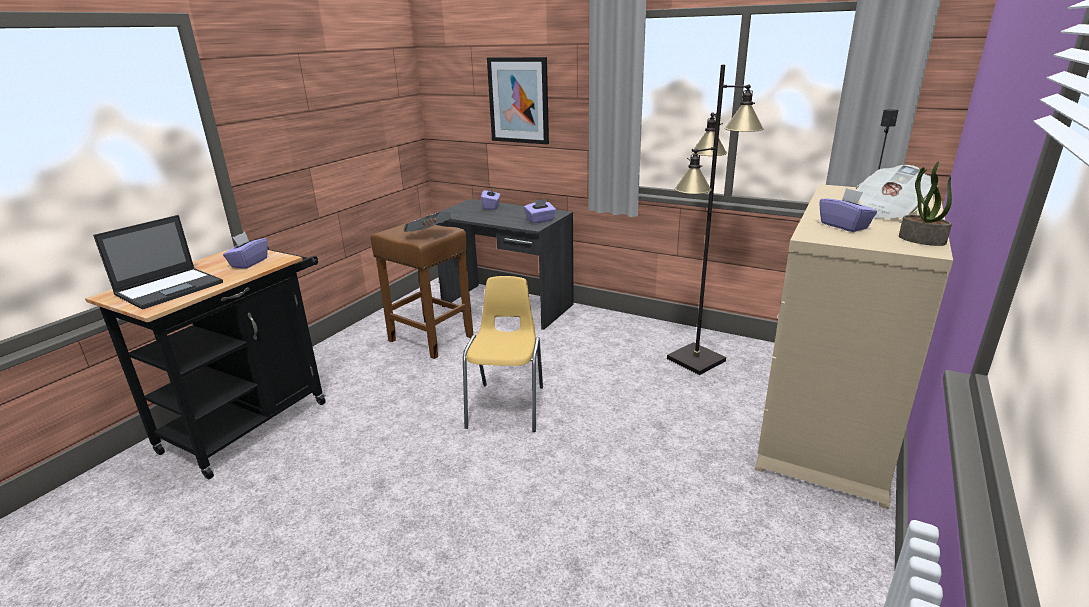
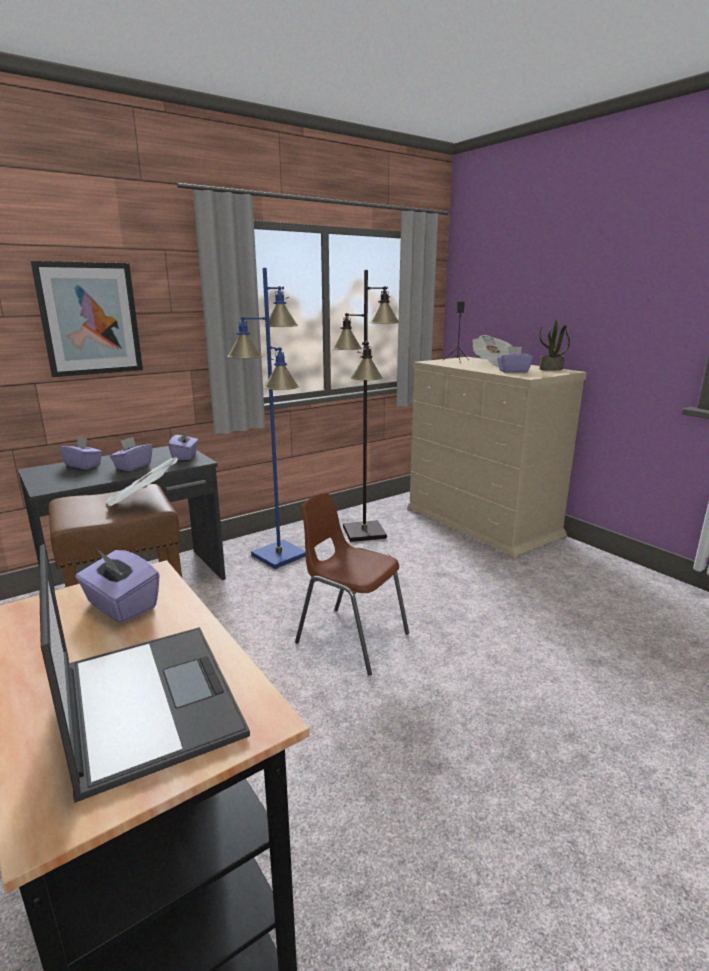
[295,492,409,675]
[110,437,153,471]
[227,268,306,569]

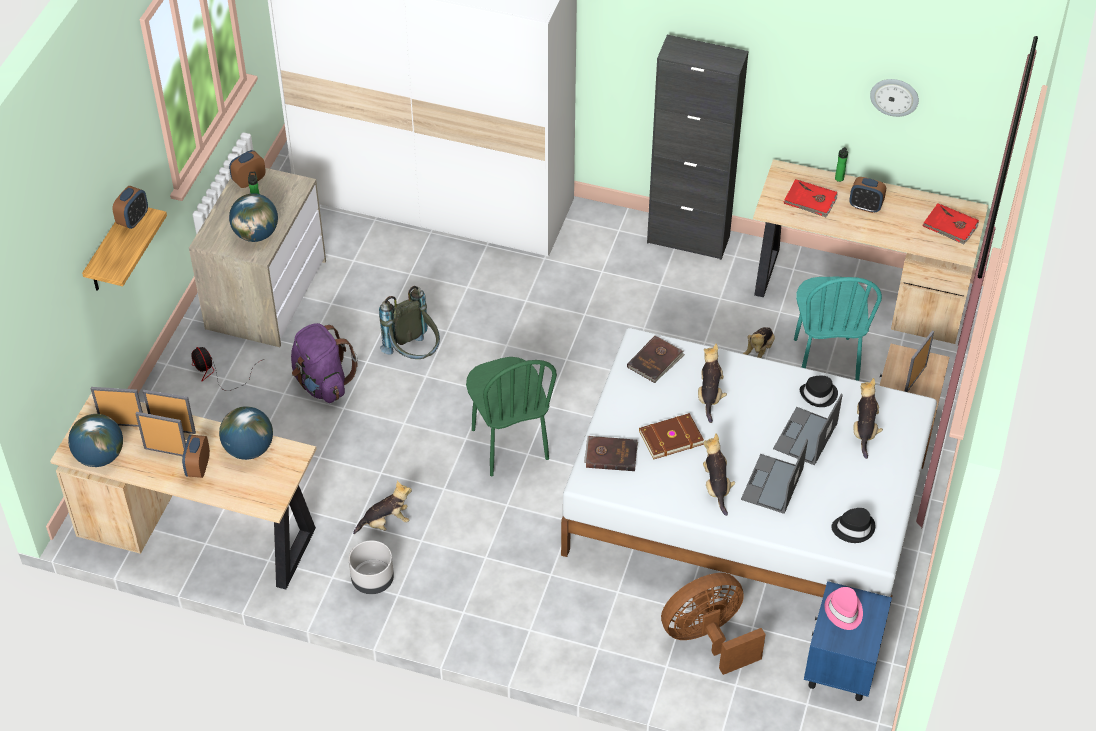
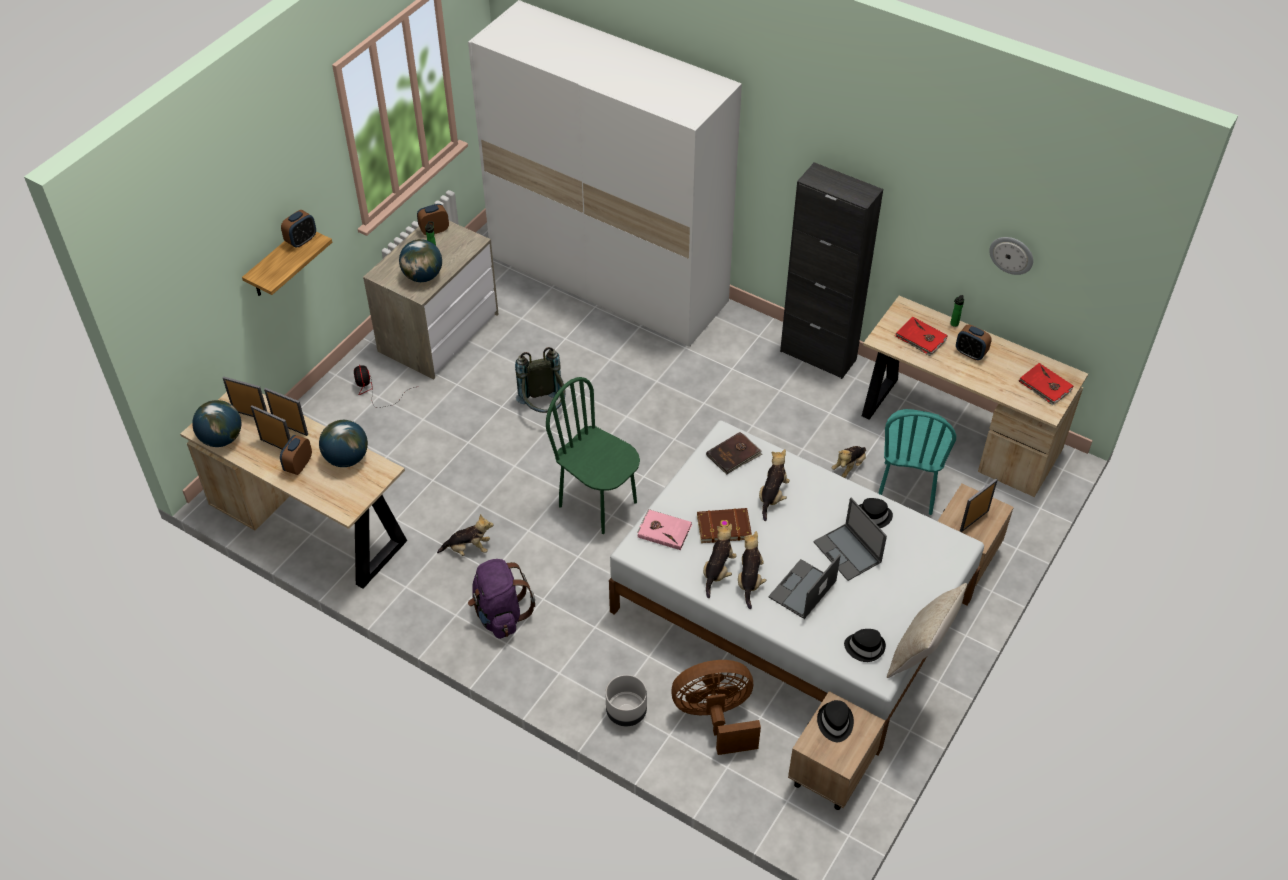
[468,559,535,639]
[605,675,647,726]
[546,377,640,534]
[637,509,693,550]
[813,498,887,581]
[788,691,885,810]
[817,700,854,742]
[703,524,737,598]
[887,583,967,678]

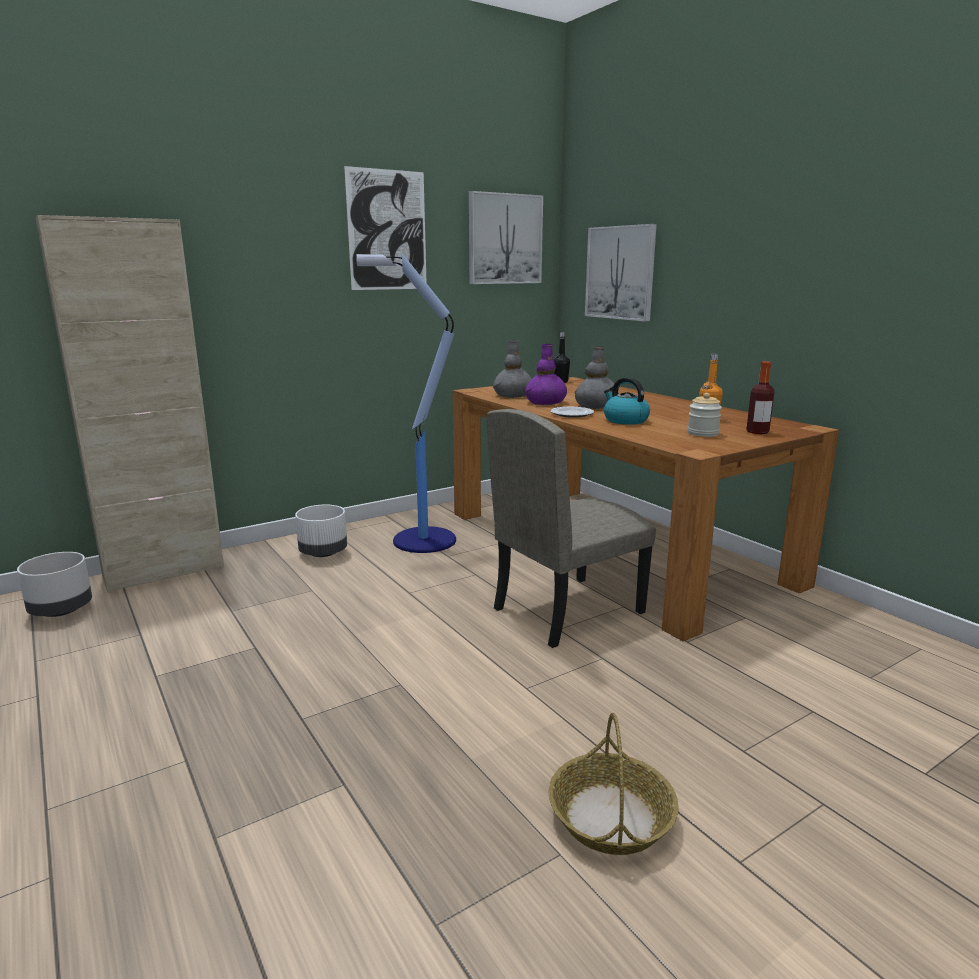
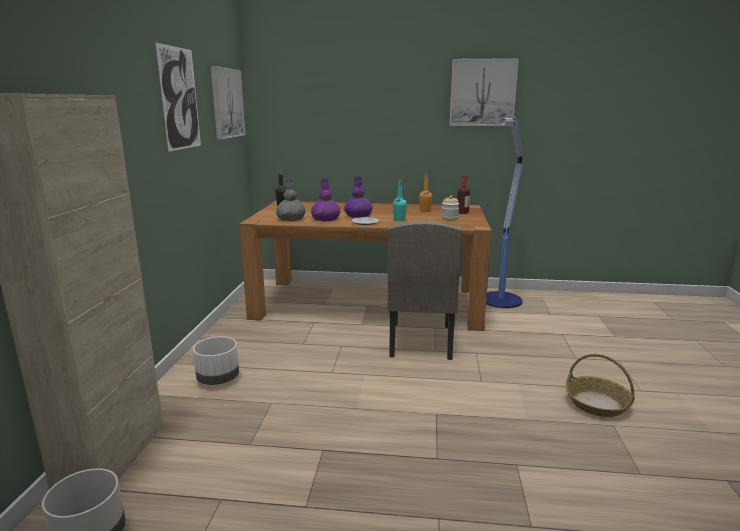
[486,116,523,308]
[344,177,373,218]
[450,58,519,126]
[393,180,407,221]

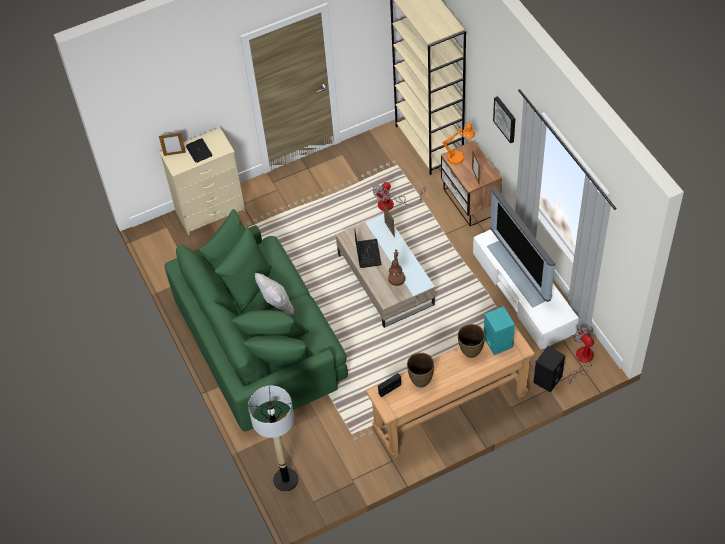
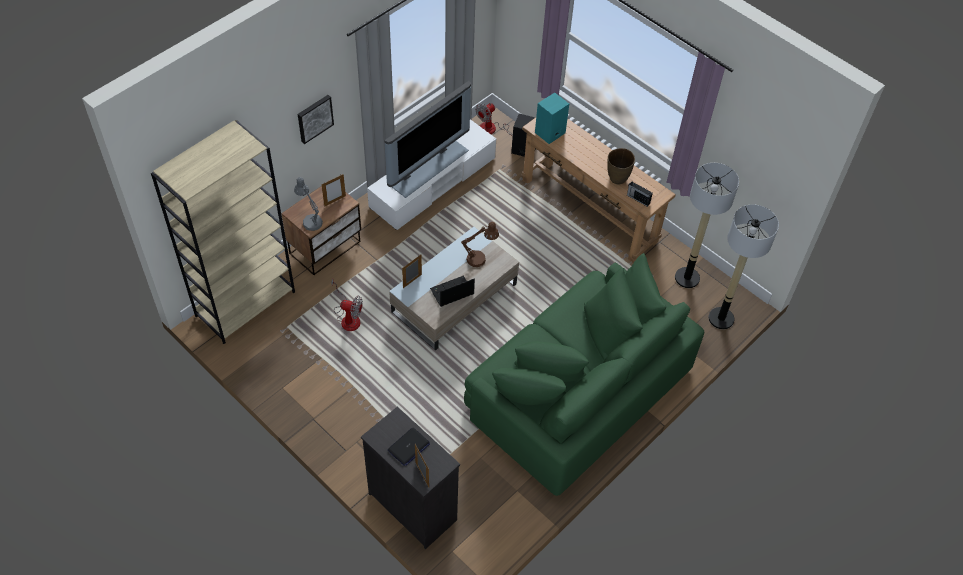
[361,407,460,549]
[255,273,294,315] (first image)
[294,177,323,231]
[458,324,485,358] (first image)
[675,163,739,288]

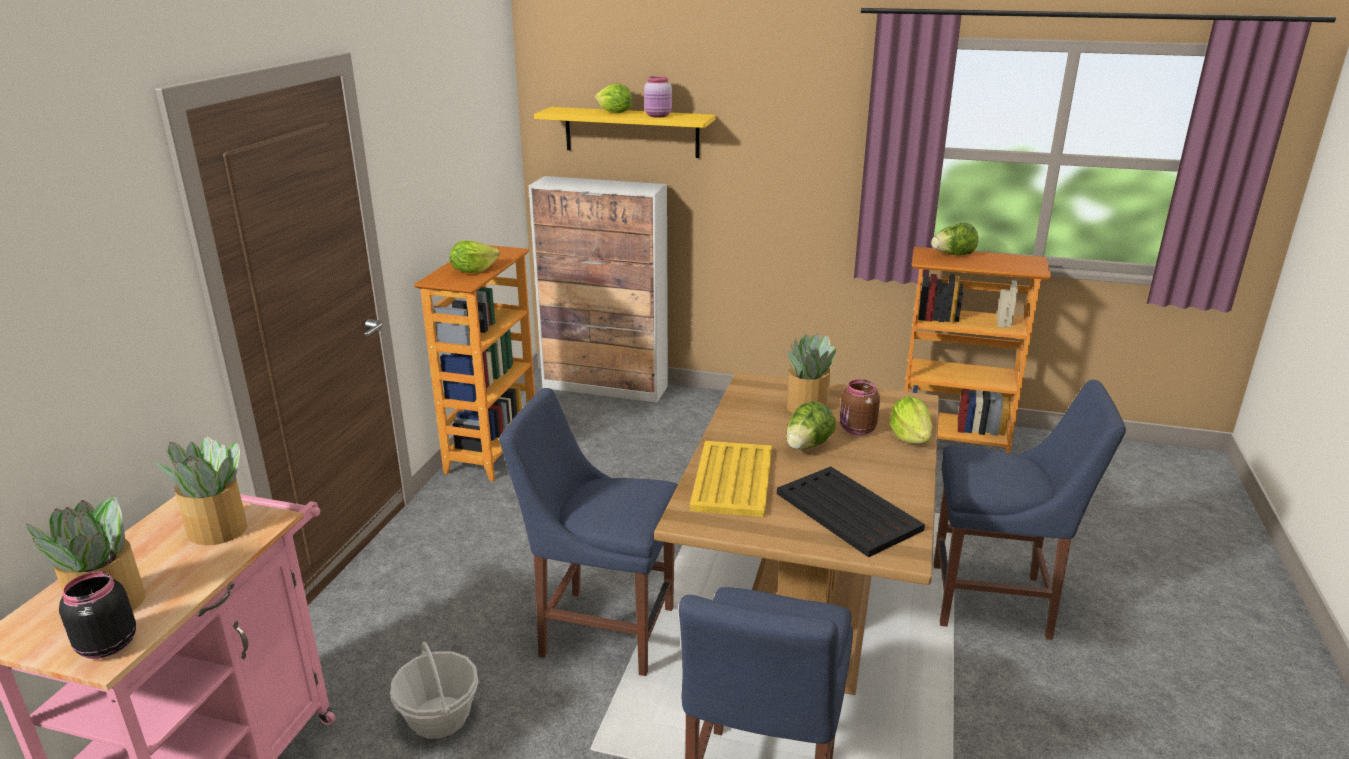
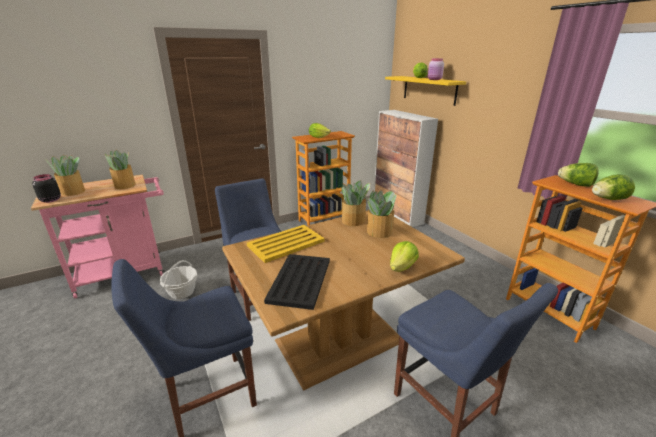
[592,174,635,200]
[840,379,880,435] (first image)
[341,180,370,226]

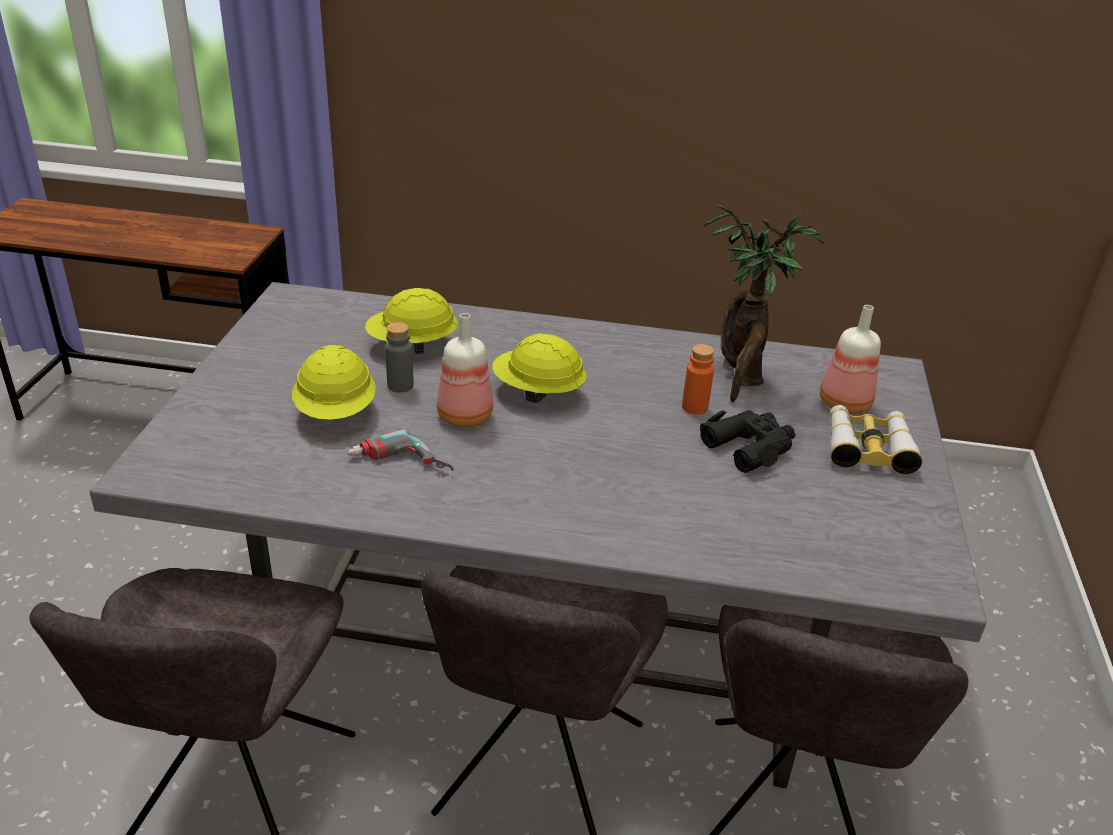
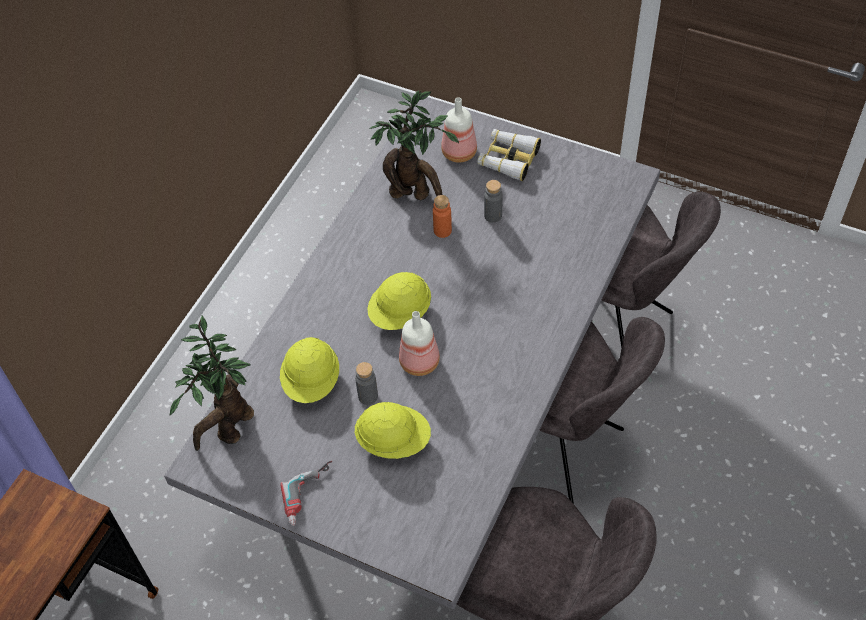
[280,461,333,526]
[484,180,503,223]
[170,316,254,451]

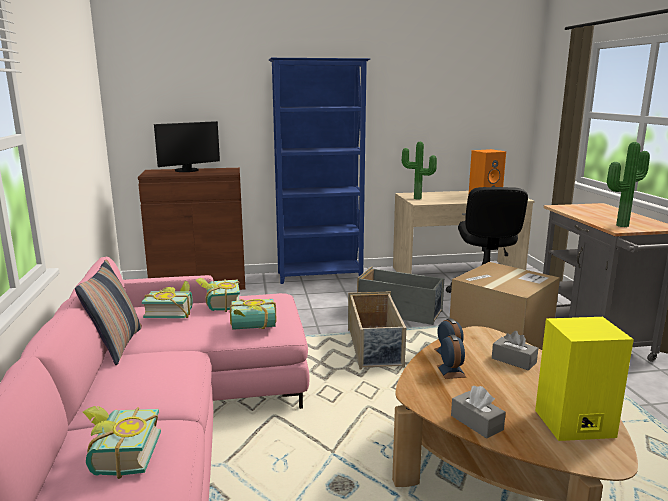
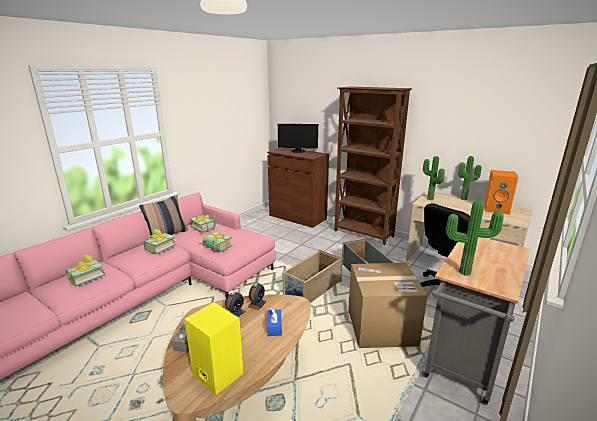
[144,229,176,254]
[334,87,412,245]
[267,308,282,336]
[458,156,482,200]

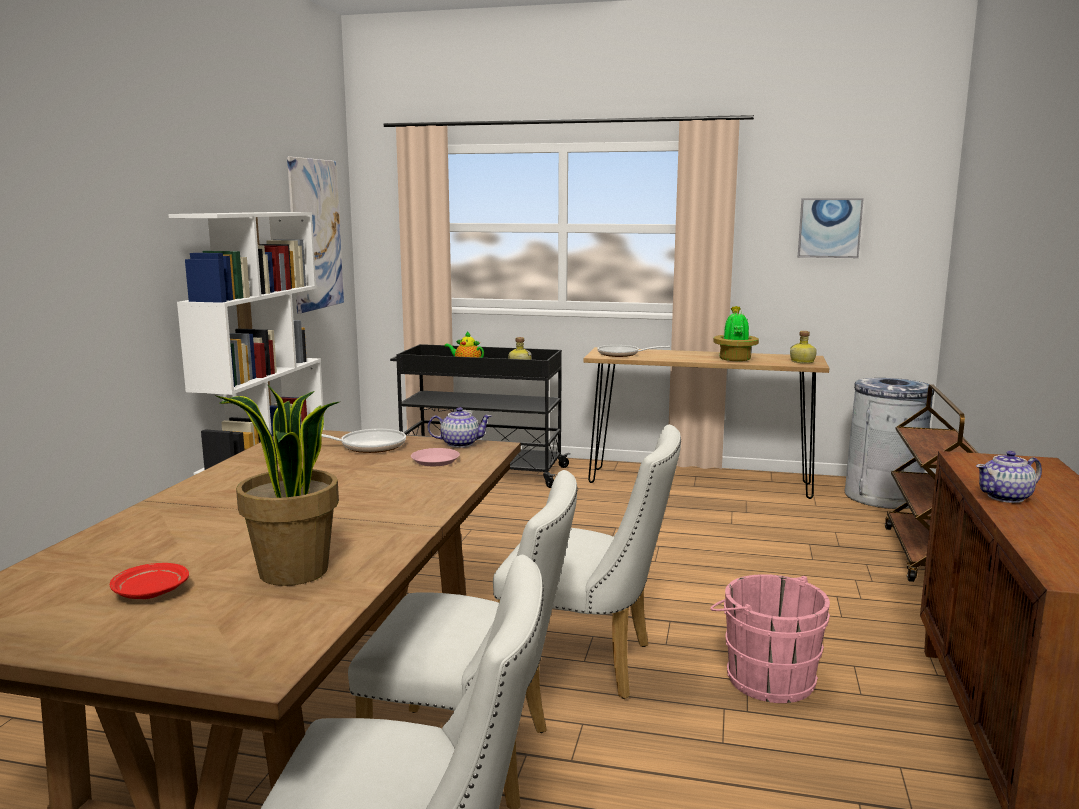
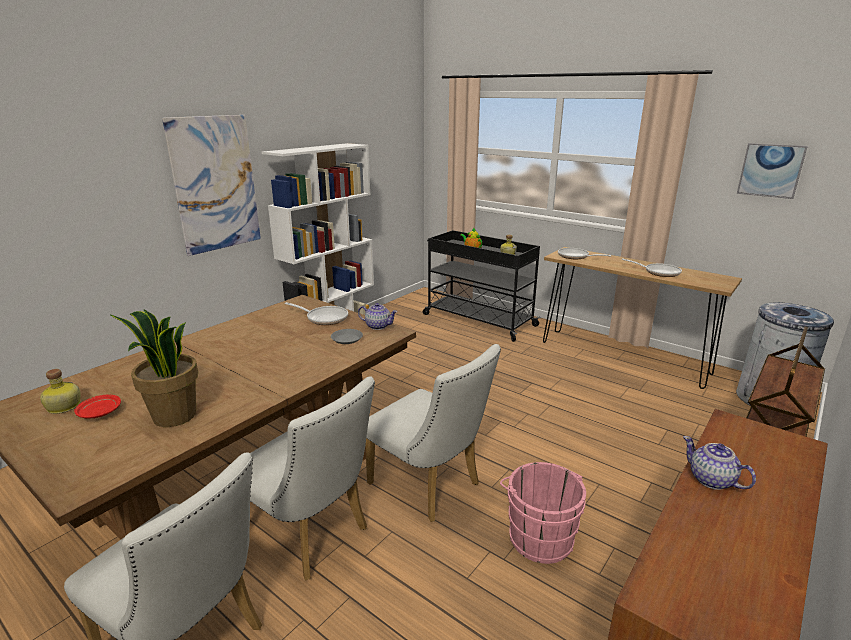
[162,115,261,256]
[331,329,363,344]
[622,258,682,277]
[40,369,81,414]
[683,436,756,490]

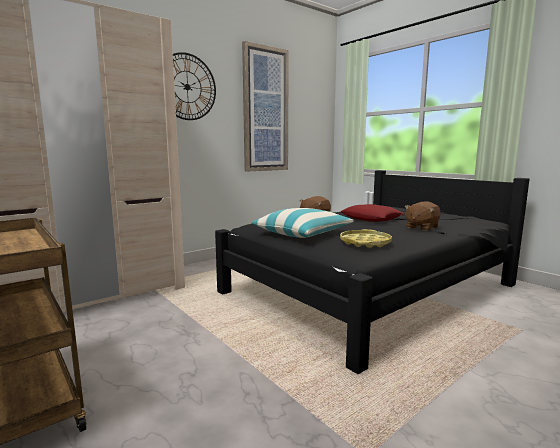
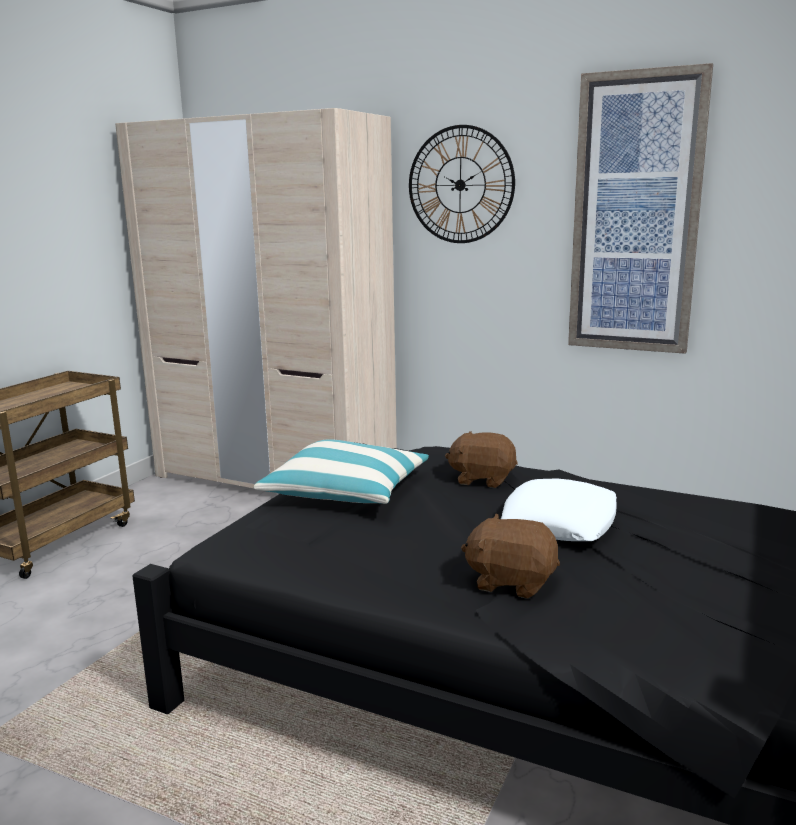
[340,229,392,248] (first image)
[501,478,617,541]

